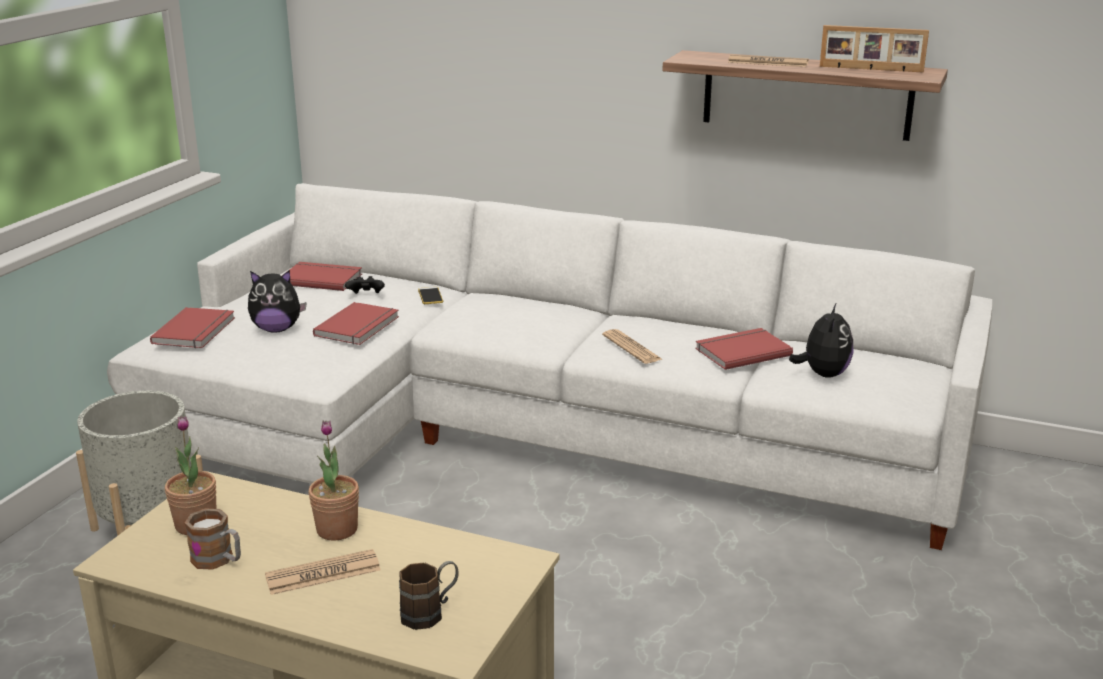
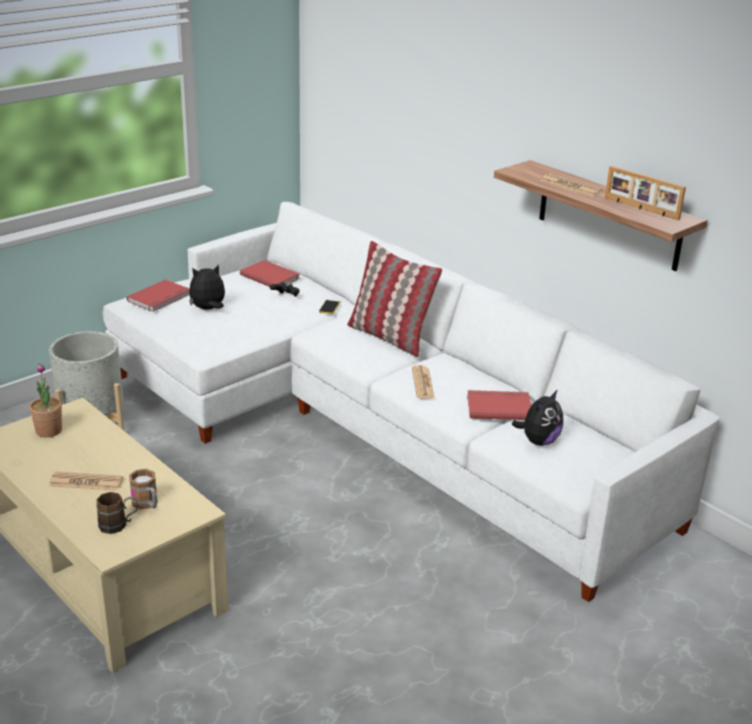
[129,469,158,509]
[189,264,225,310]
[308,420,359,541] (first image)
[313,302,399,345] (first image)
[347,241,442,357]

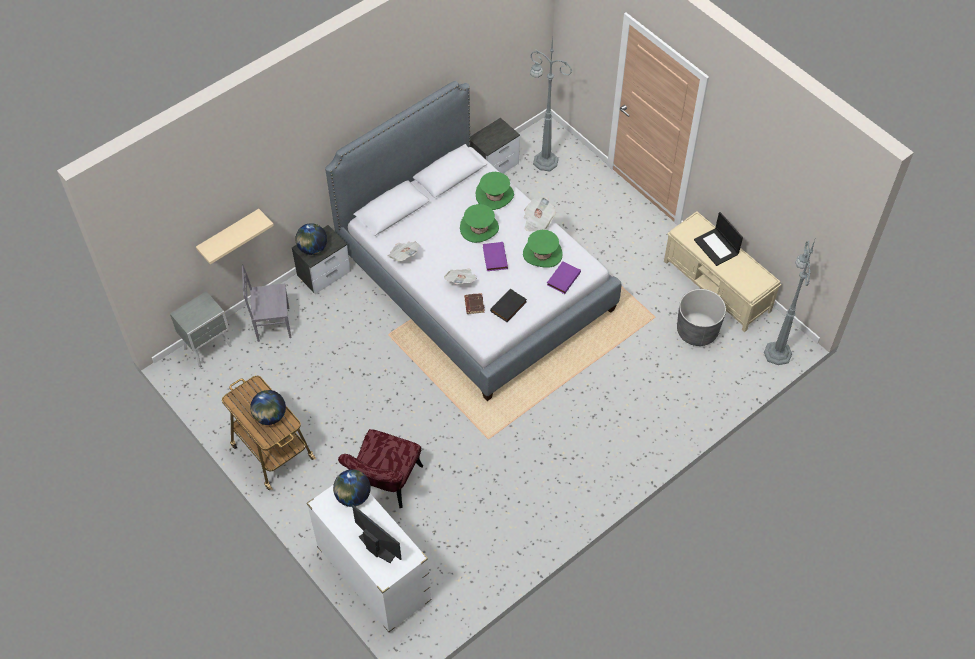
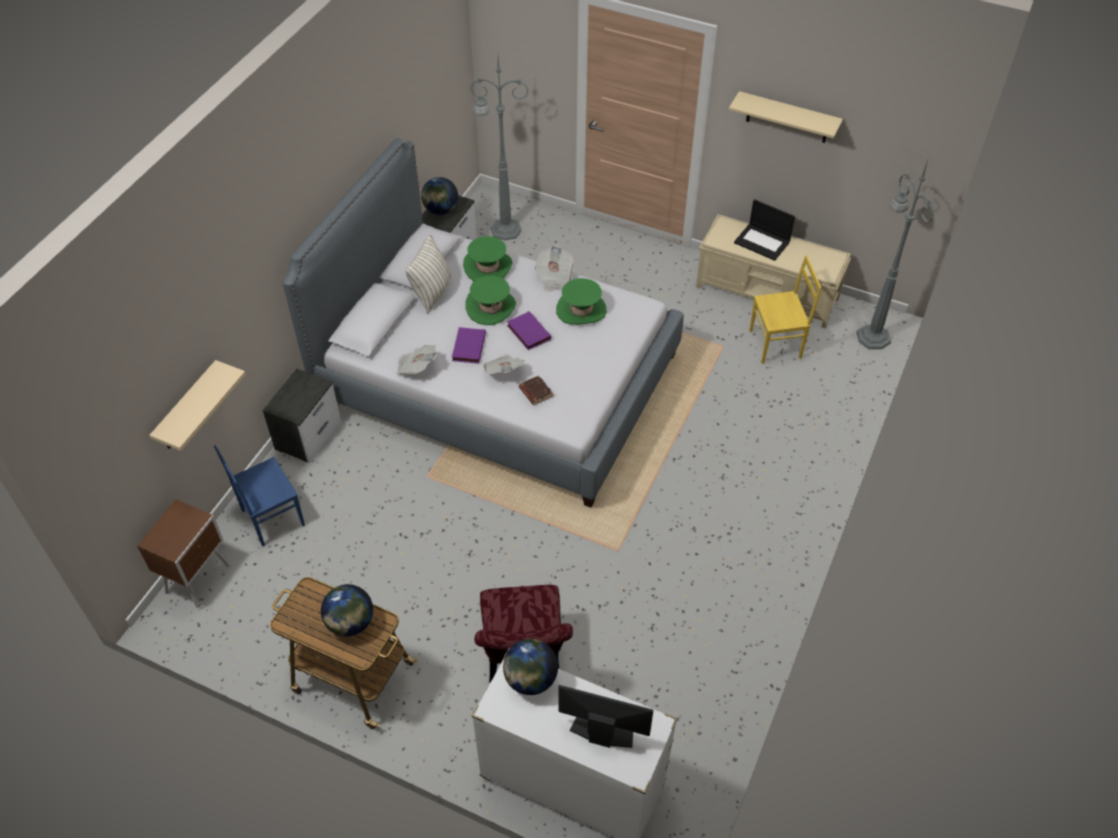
[137,499,230,608]
[214,445,305,546]
[421,177,458,215]
[490,289,527,322] (first image)
[452,327,486,364]
[749,255,821,364]
[405,234,452,314]
[729,91,843,143]

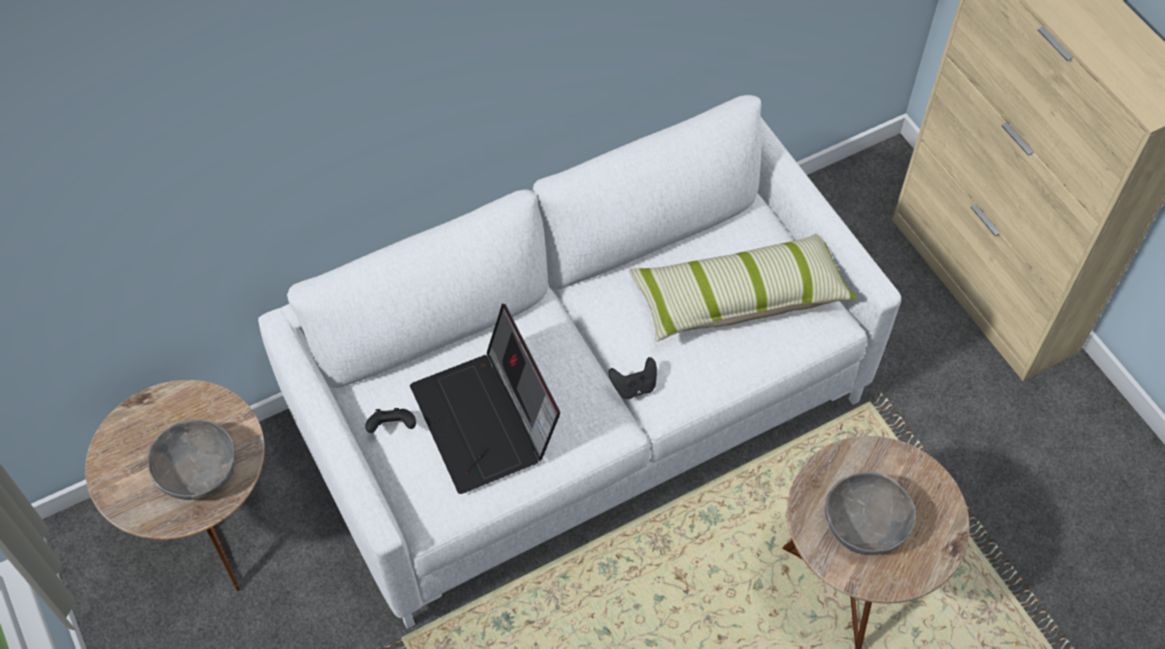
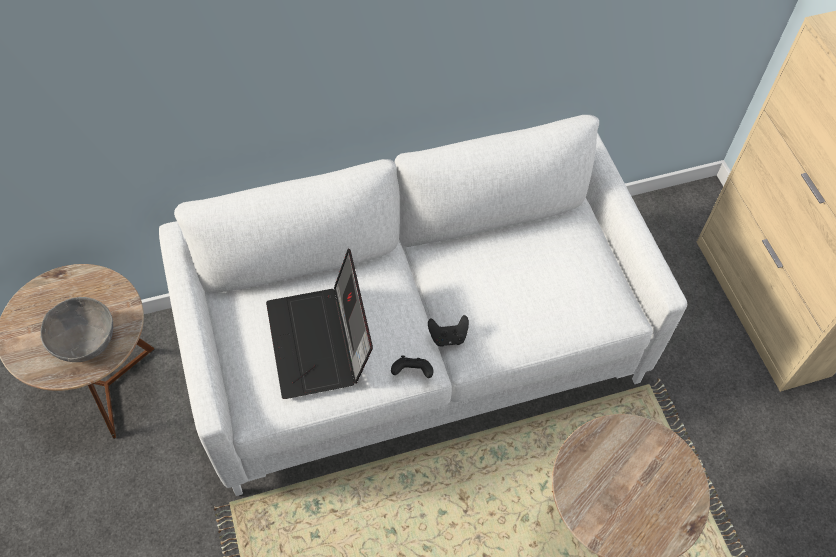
[391,355,433,378]
[629,234,857,342] (first image)
[825,472,916,555] (first image)

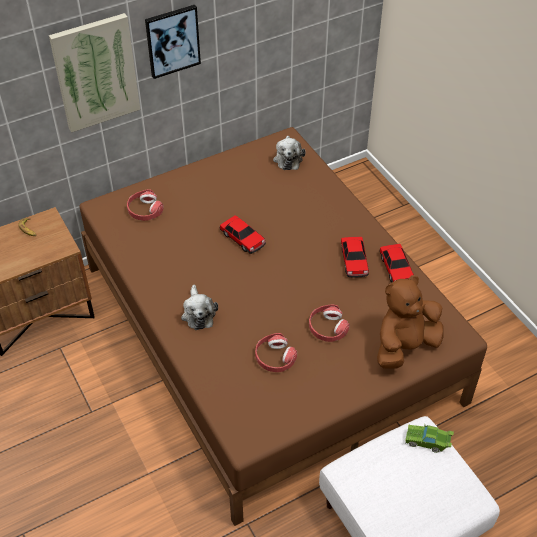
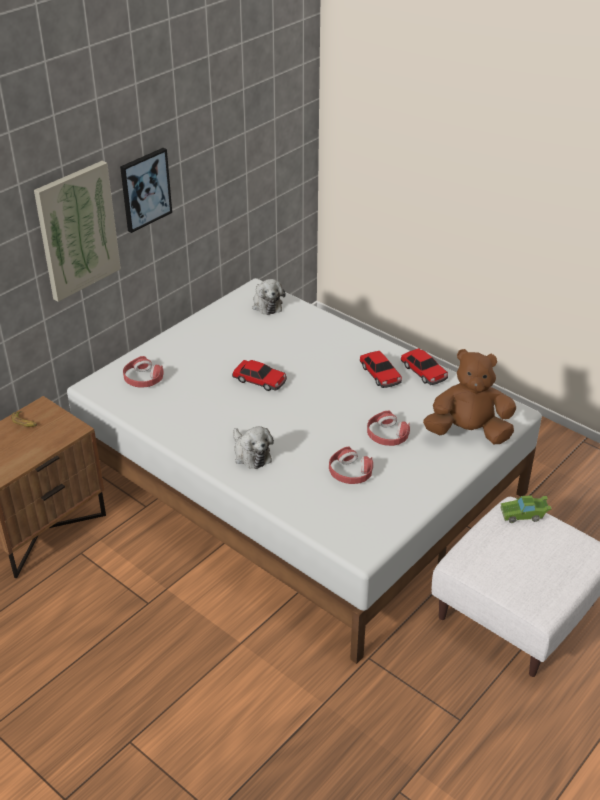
[67,278,542,664]
[423,349,516,444]

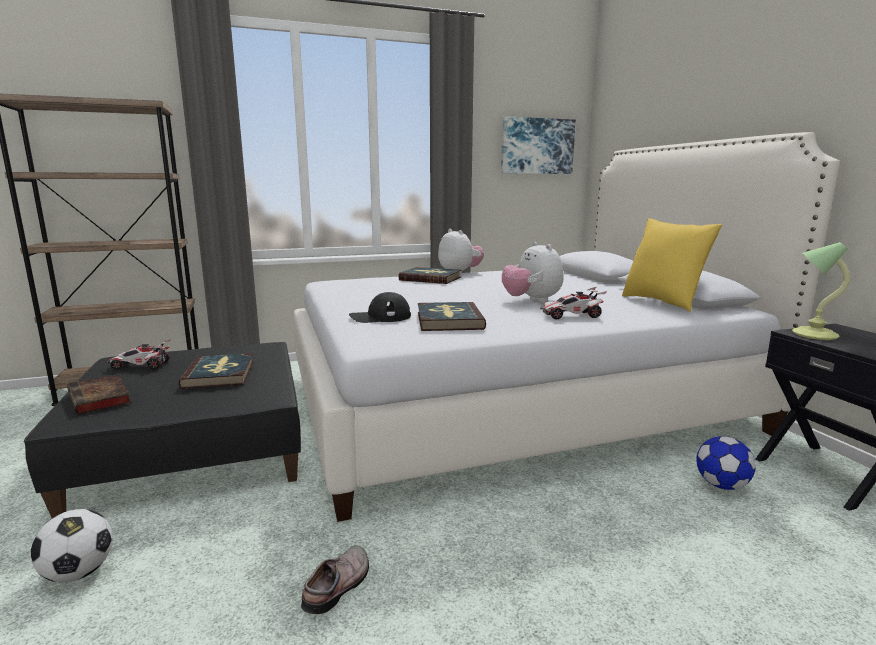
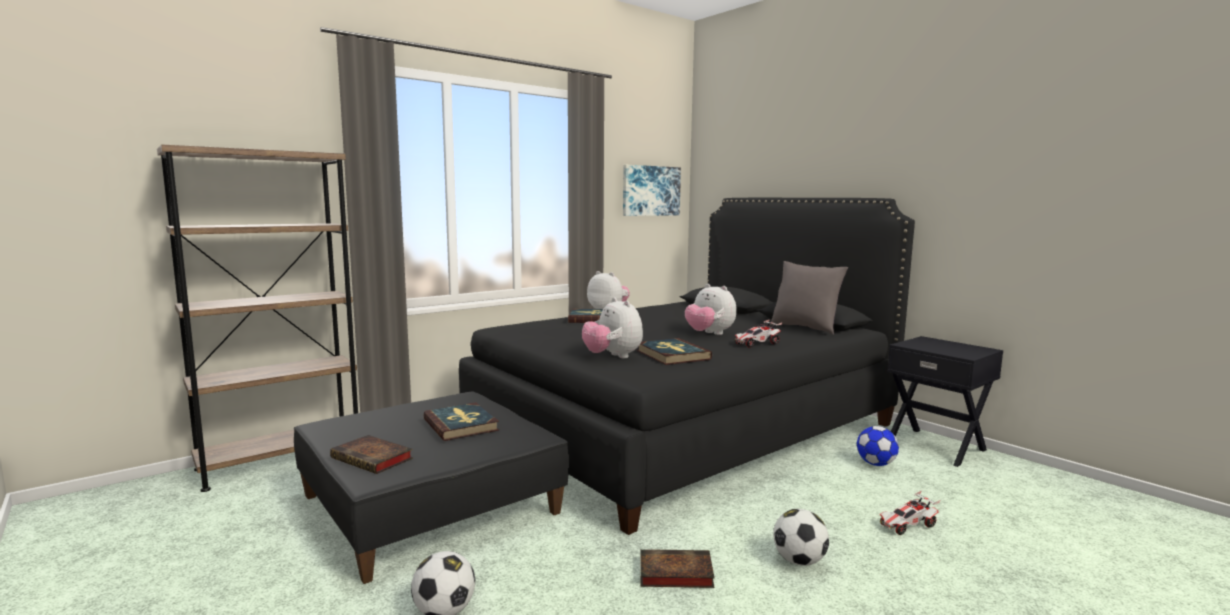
[880,491,940,535]
[459,198,915,535]
[640,549,715,588]
[582,297,643,358]
[770,261,848,335]
[792,242,850,340] (first image)
[773,509,829,566]

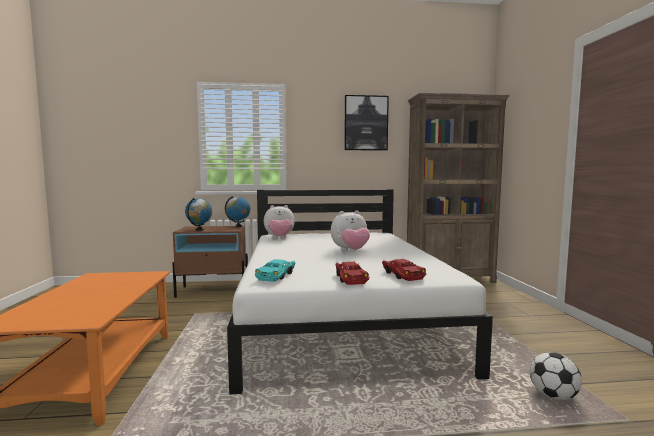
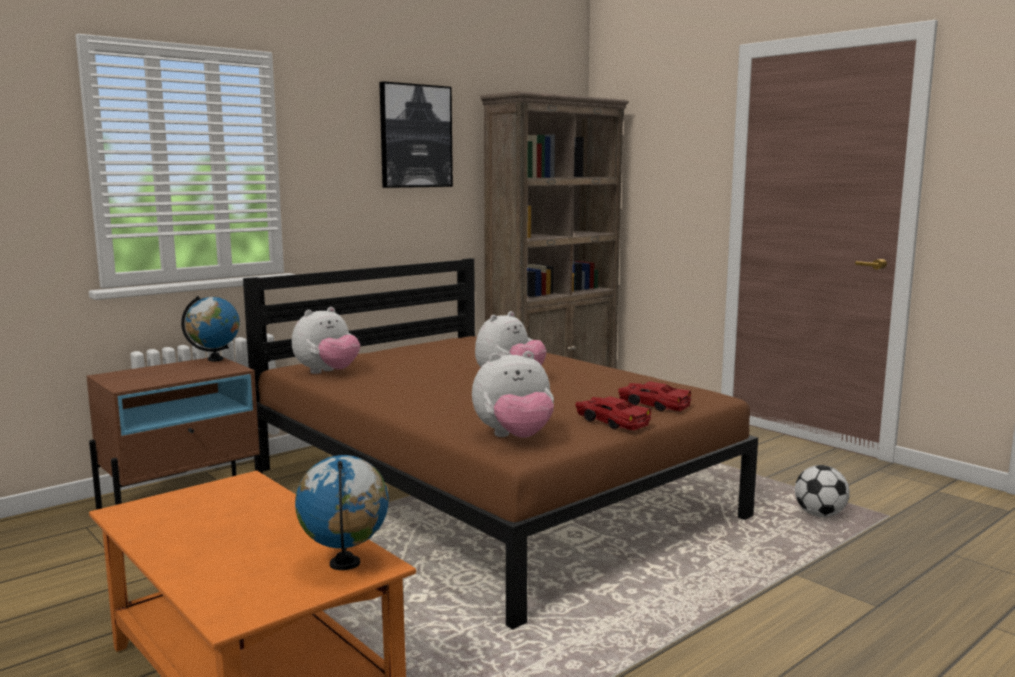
[295,455,389,570]
[243,258,758,630]
[472,351,554,438]

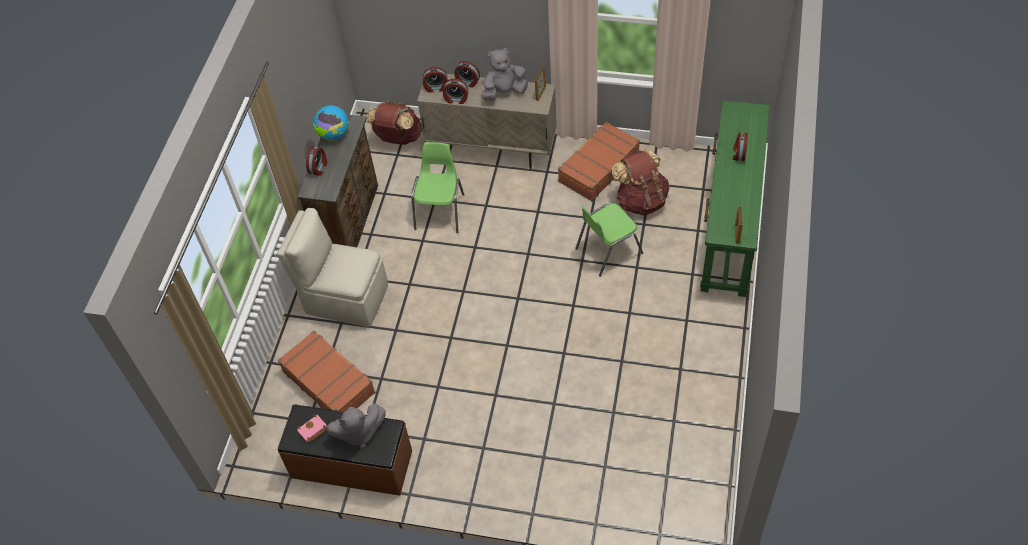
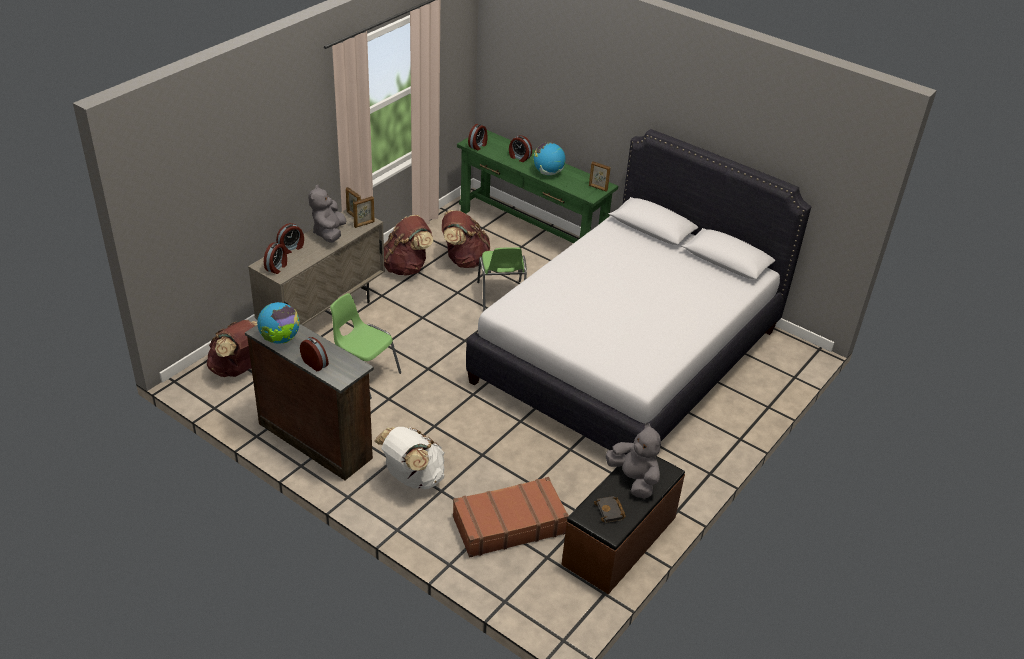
[374,427,445,489]
[594,496,626,523]
[606,423,661,498]
[468,124,487,150]
[384,215,433,276]
[353,196,375,228]
[466,129,811,454]
[533,142,565,175]

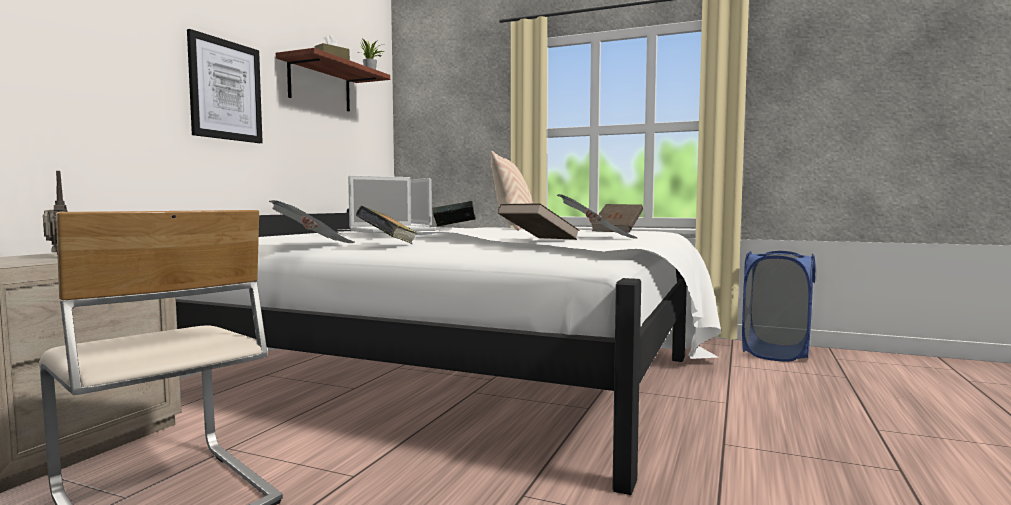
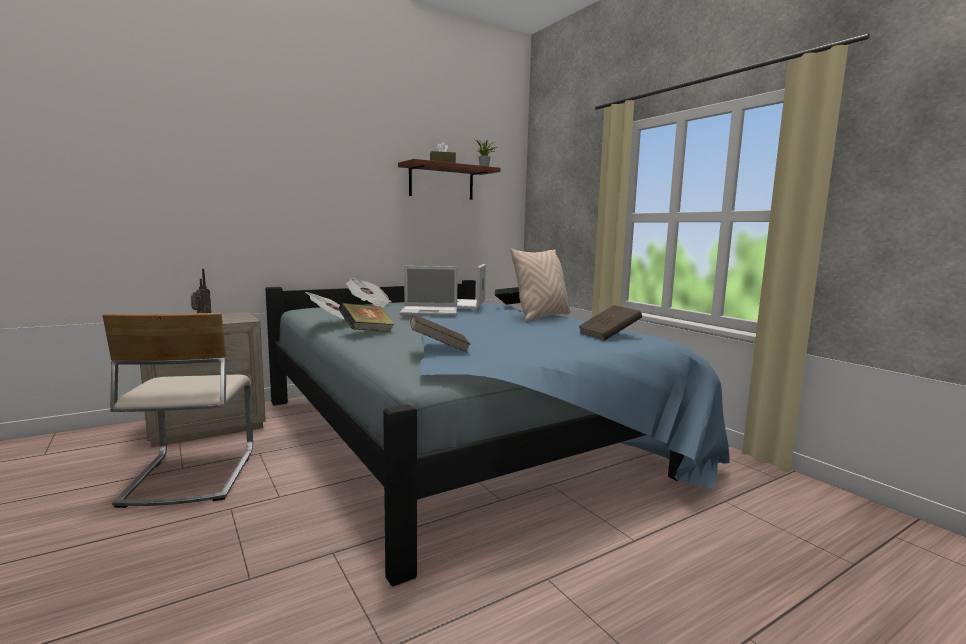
[265,280,730,587]
[187,29,263,143] (first image)
[346,278,392,307]
[742,251,816,362] (first image)

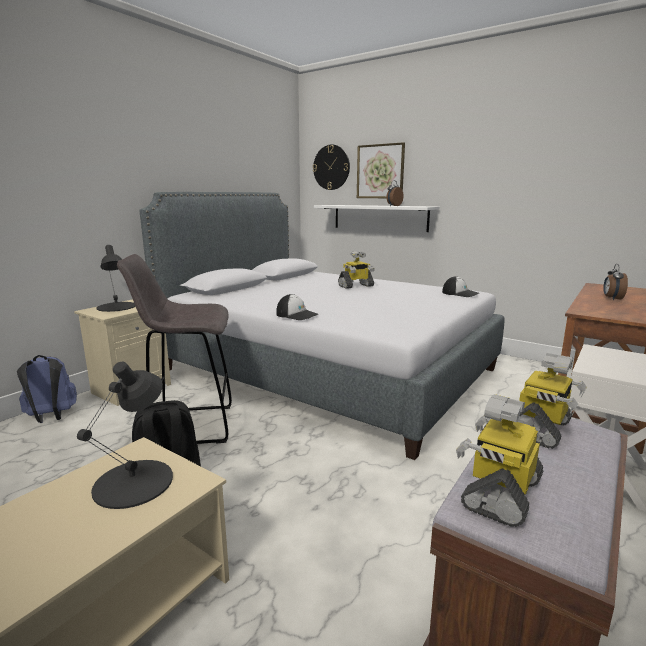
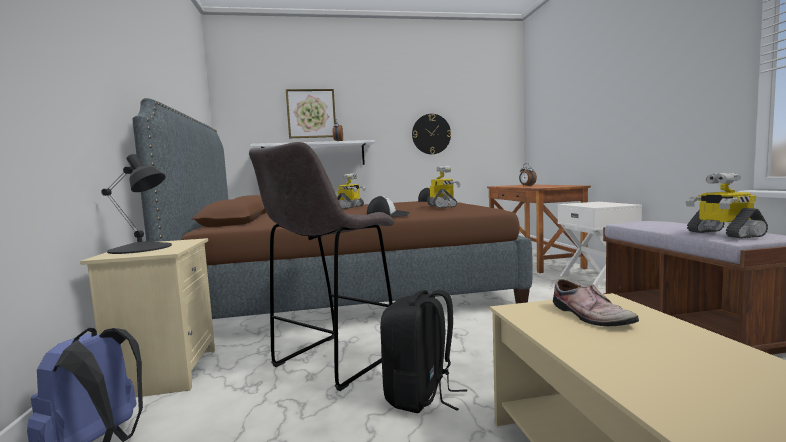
[553,279,639,326]
[132,98,533,319]
[412,114,451,154]
[427,166,460,208]

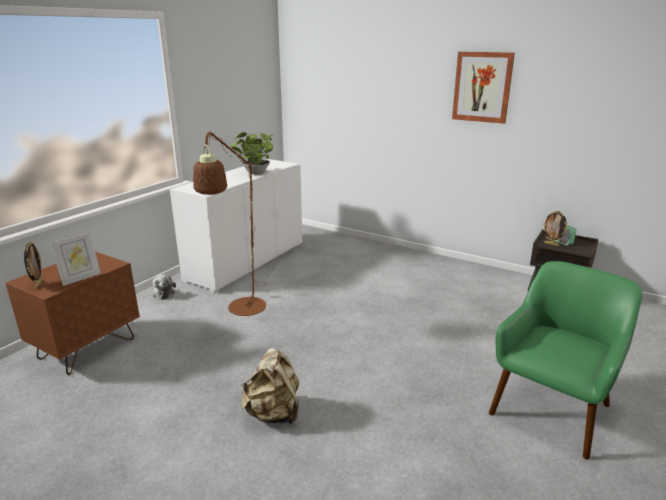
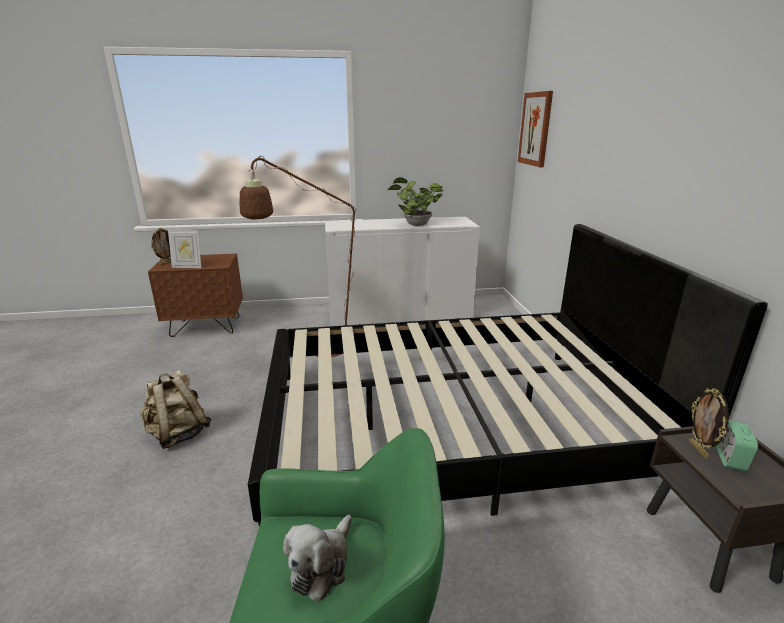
[283,515,352,602]
[518,91,553,167]
[248,224,768,527]

